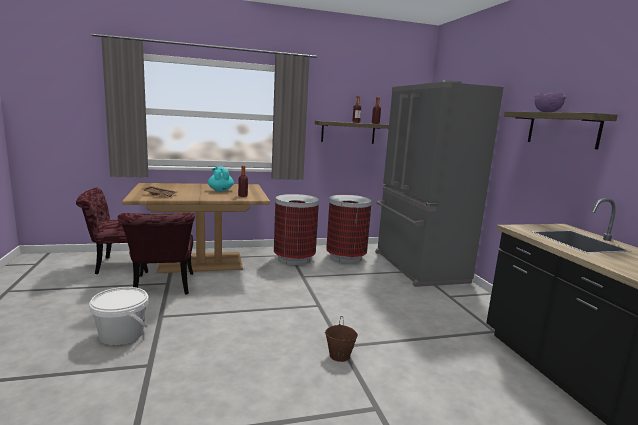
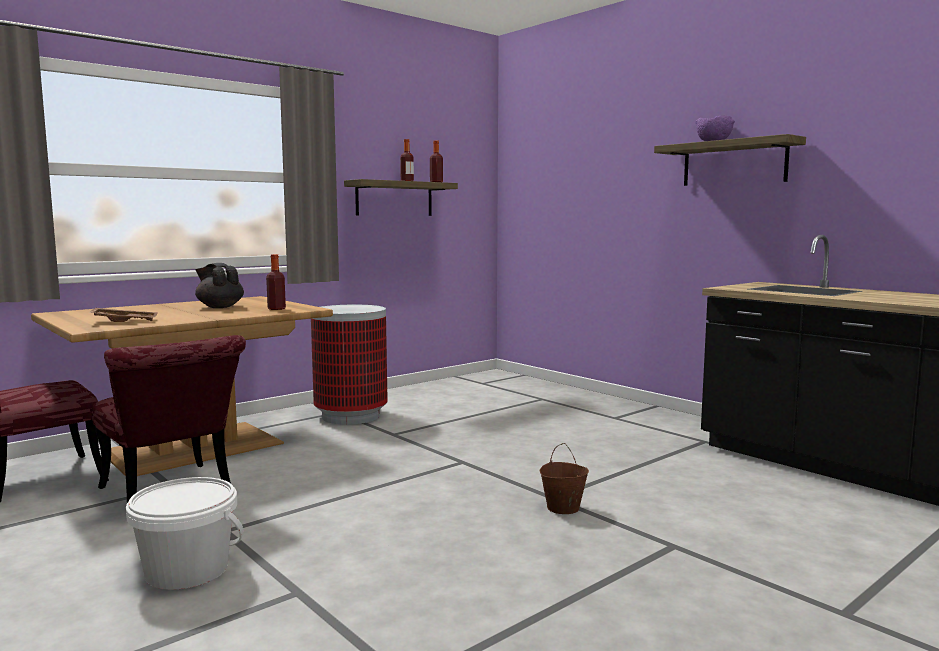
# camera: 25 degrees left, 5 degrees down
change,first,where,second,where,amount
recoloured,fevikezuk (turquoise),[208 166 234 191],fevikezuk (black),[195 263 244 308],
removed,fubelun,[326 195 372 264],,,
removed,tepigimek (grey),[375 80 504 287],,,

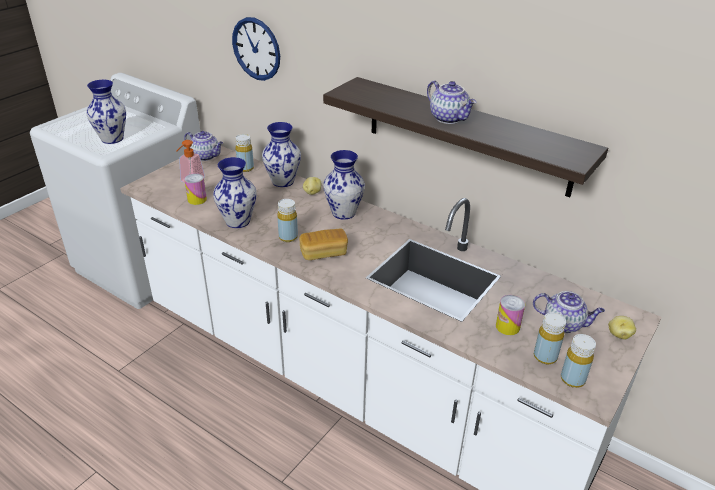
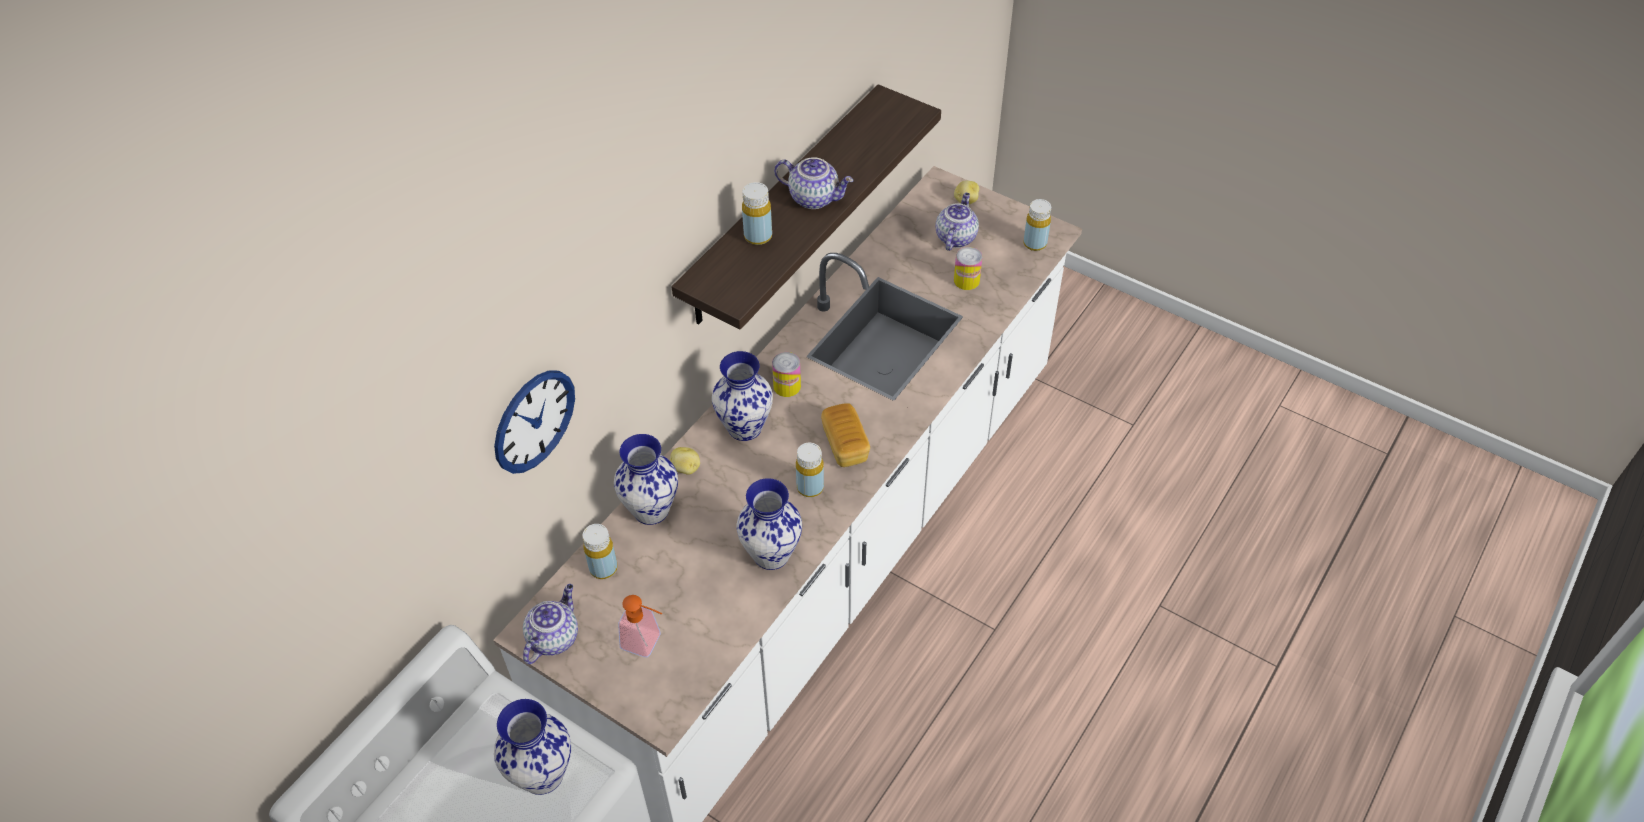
# camera: 90 degrees left, 15 degrees up
change,first,where,second,where,amount
moved,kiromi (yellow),[534 312 566 364],,[742 182 772 245],
moved,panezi,[184 173 207 205],,[772 352 801 397],
turned,fevikezuk,[427 80 476 124],,[774 157 854 209],60 degrees clockwise

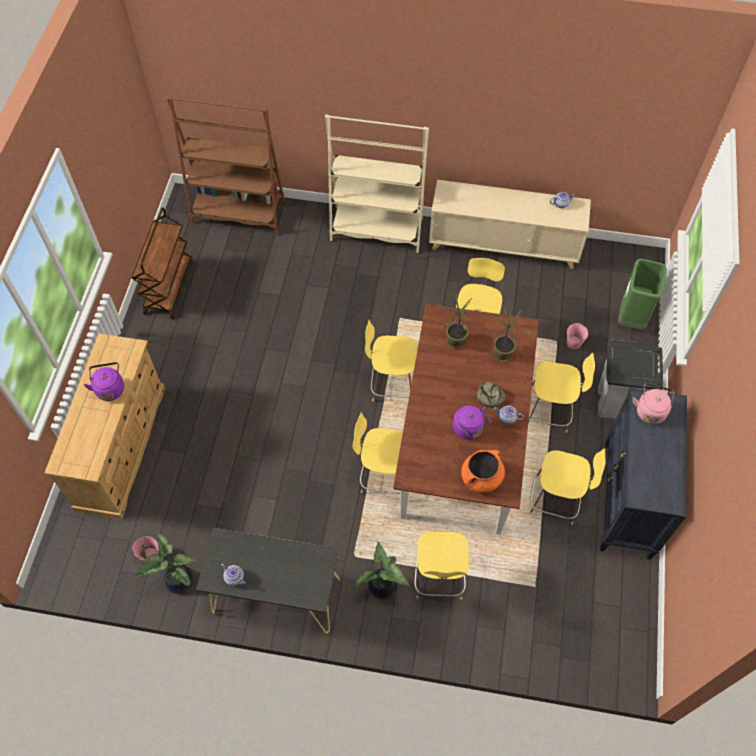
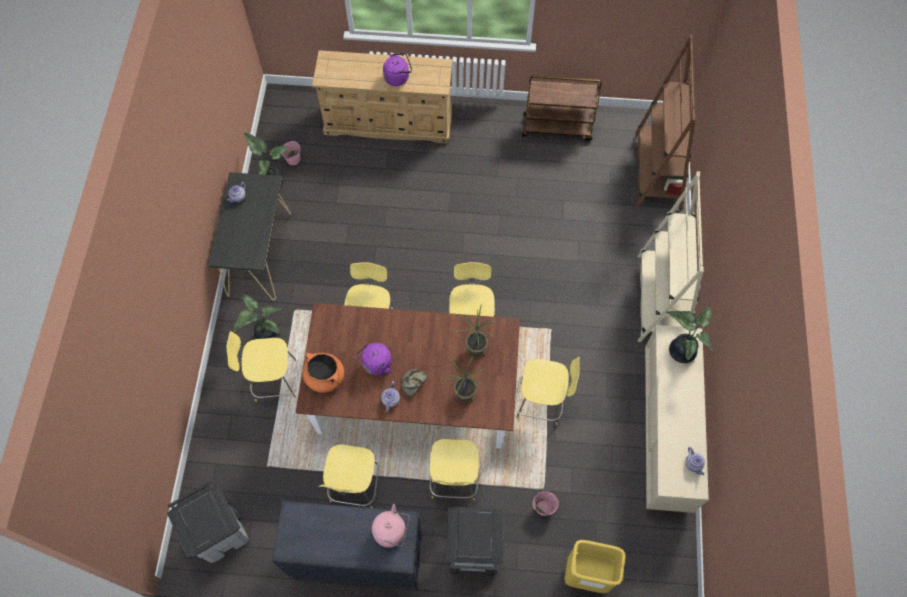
# camera: 85 degrees right, 5 degrees up
change,first,where,second,where,amount
added,,,fubelun (grey),[167 480 250 563],
recoloured,fubelun (green),[618 259 667 330],fubelun (yellow),[565 540 625 593],
added,,,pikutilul,[666 306 713 363],

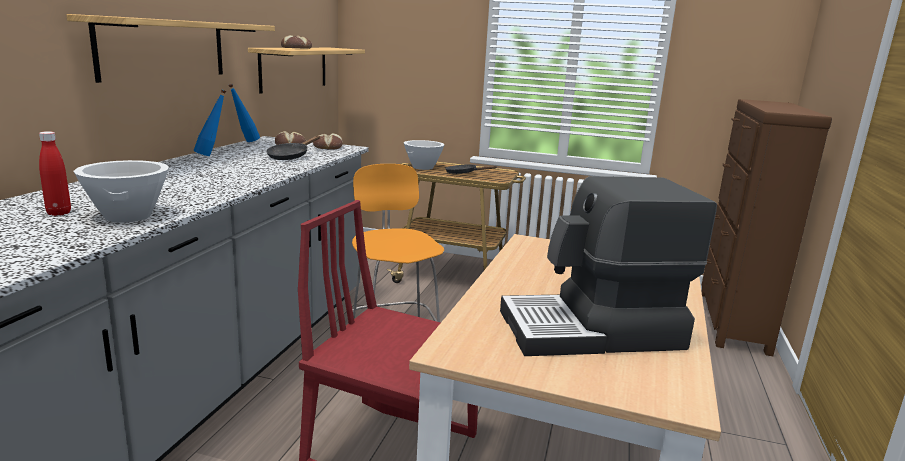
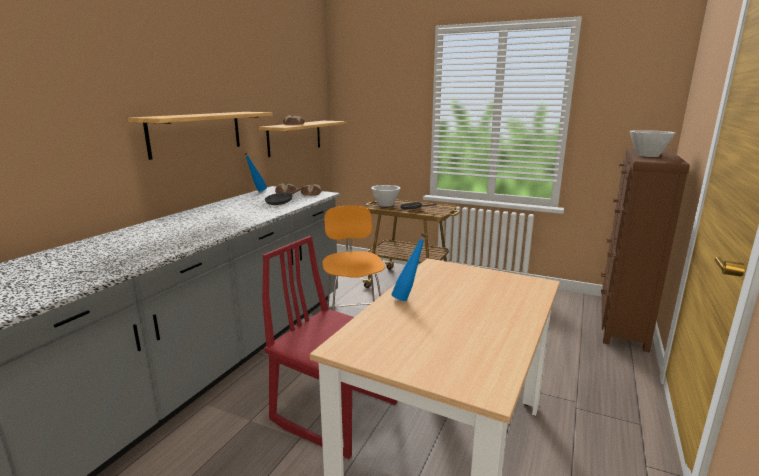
# camera: 10 degrees right, 0 degrees up
change,first,where,second,where,amount
moved,kiromi (blue),[193 89 226 156],,[391 233 426 301],
moved,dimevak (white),[73 160 169 223],,[630 130 675 157],
removed,kiromi (red),[39 131 71 216],,,
removed,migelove,[500 176 717 356],,,

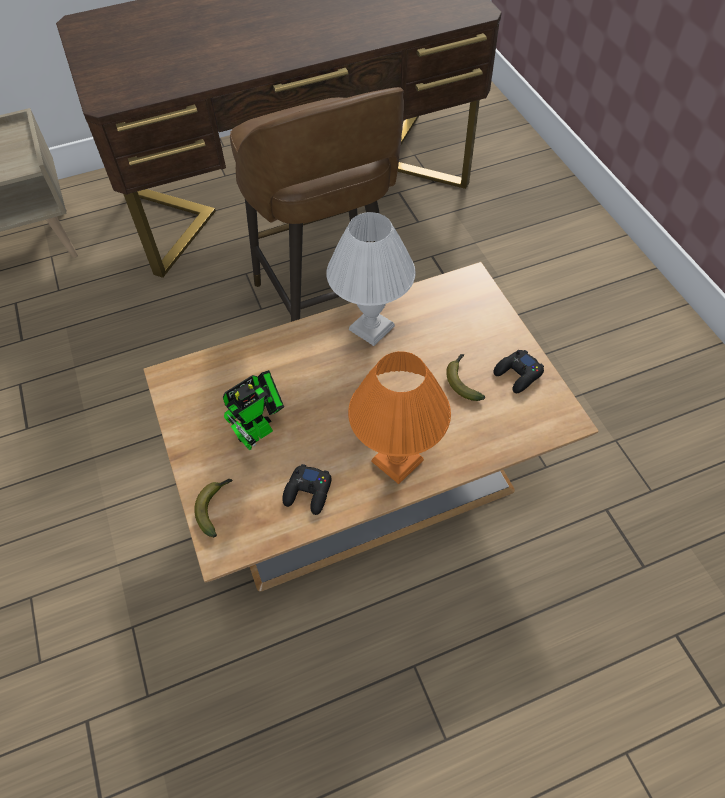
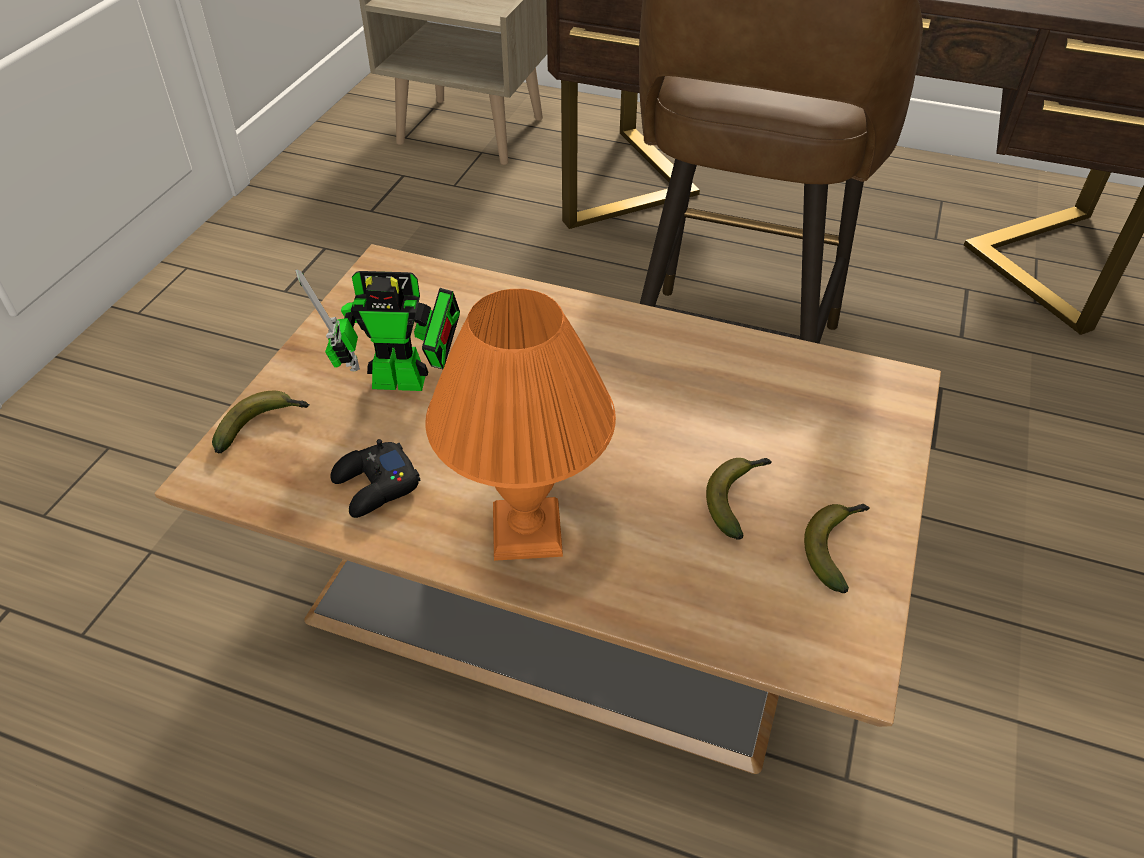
# camera: 40 degrees right, 10 degrees down
change,first,where,second,where,amount
replaced,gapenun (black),[493 350 544 393],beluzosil,[804 504 870 593],
removed,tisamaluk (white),[326 212 416 346],,,

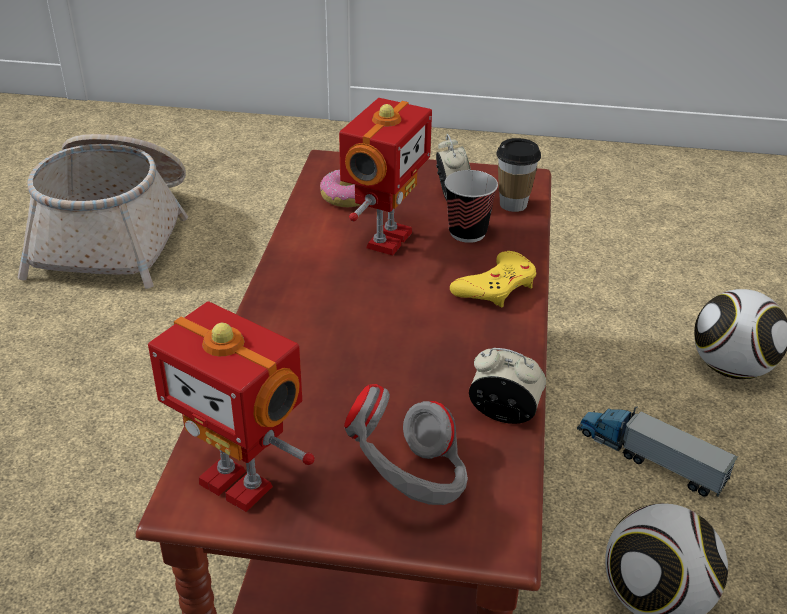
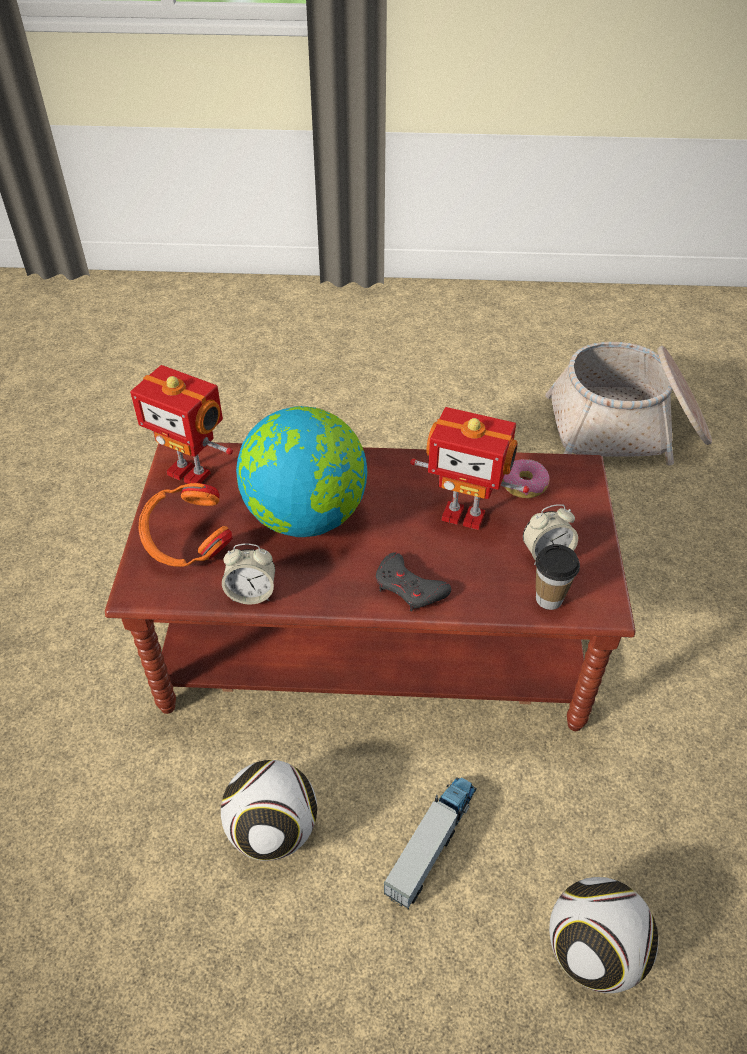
# camera: 85 degrees right, 10 degrees up
change,first,where,second,where,amount
turned,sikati,[148 301 315 512],,[130 365 233 484],90 degrees counterclockwise
recoloured,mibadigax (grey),[344 384 468 505],mibadigax (orange),[139 483 232 567],
turned,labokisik,[469 348 546 424],,[222 543 275 605],75 degrees clockwise
added,,,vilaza,[236 406 367 537],
recoloured,gapenun (yellow),[450 251 537 307],gapenun (grey),[376 552 451 611],
removed,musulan,[445 170 498 243],,,

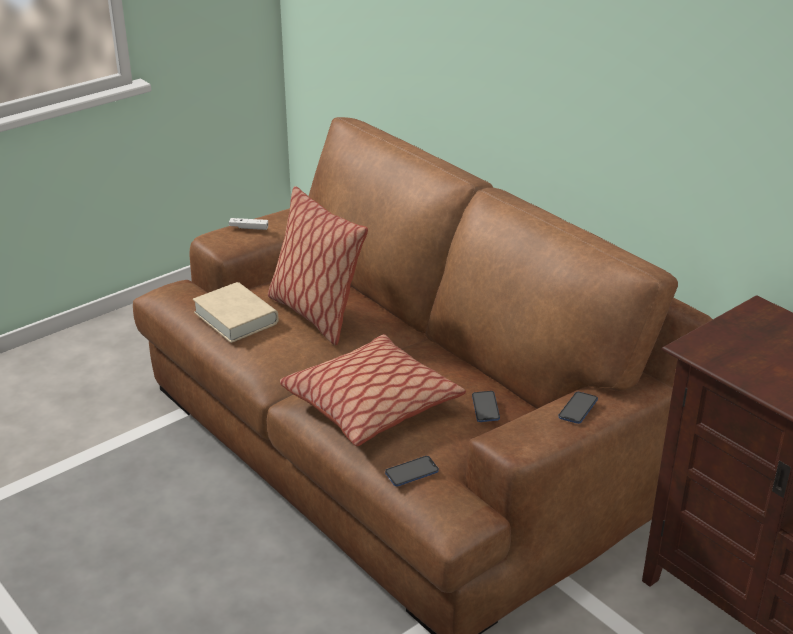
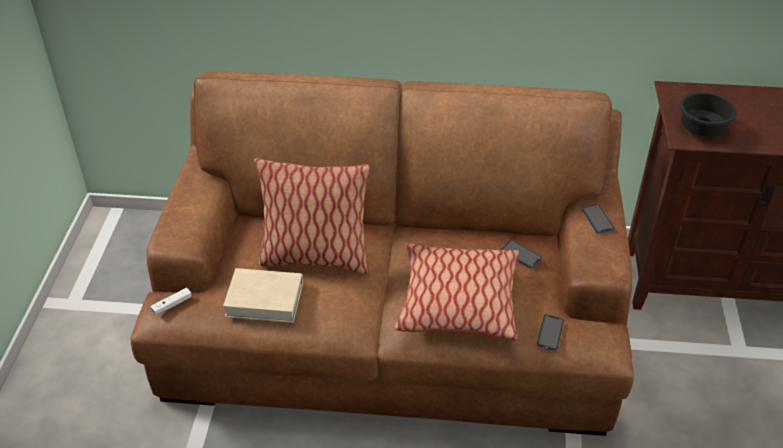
# camera: 45 degrees left, 10 degrees up
change,first,where,second,where,amount
moved,gapenun (white),[229 218 268 230],,[151 288 192 314],
added,,,dimevak (black),[680 92 736 137],

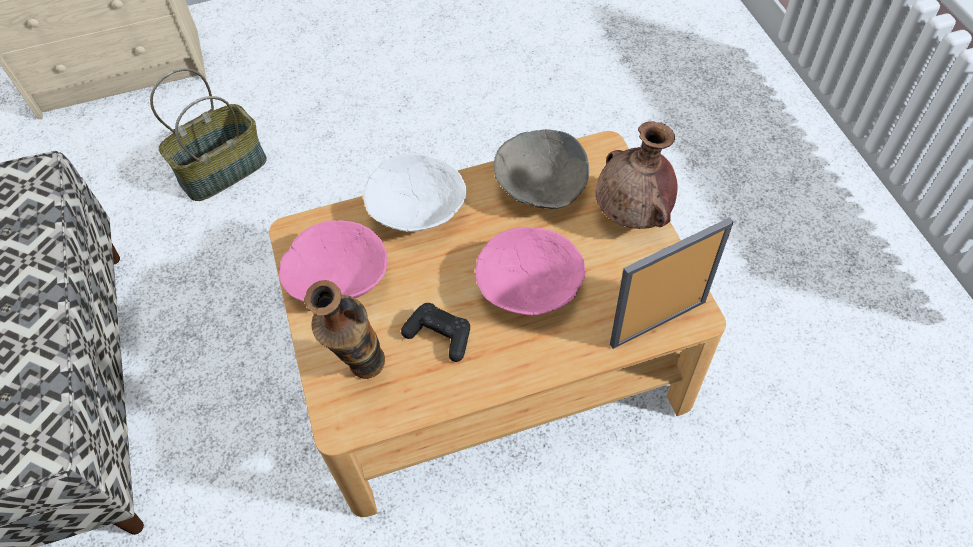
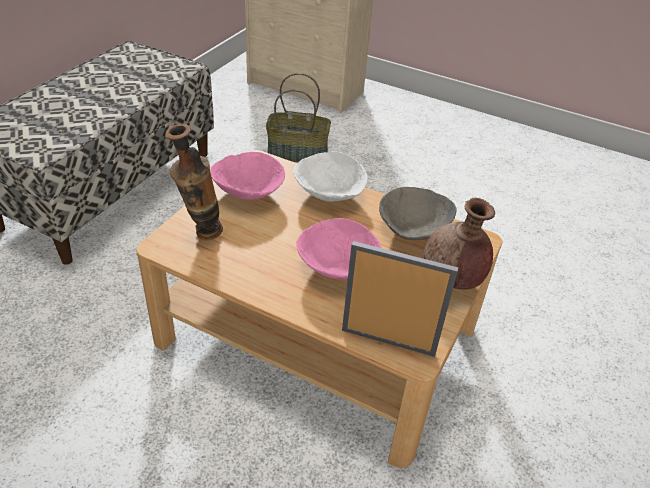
# camera: 40 degrees right, 15 degrees down
change,first,where,second,where,amount
removed,gapenun (black),[401 303 470 362],,,

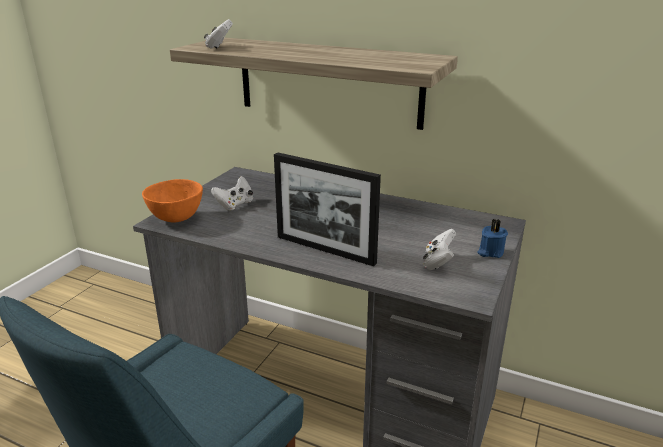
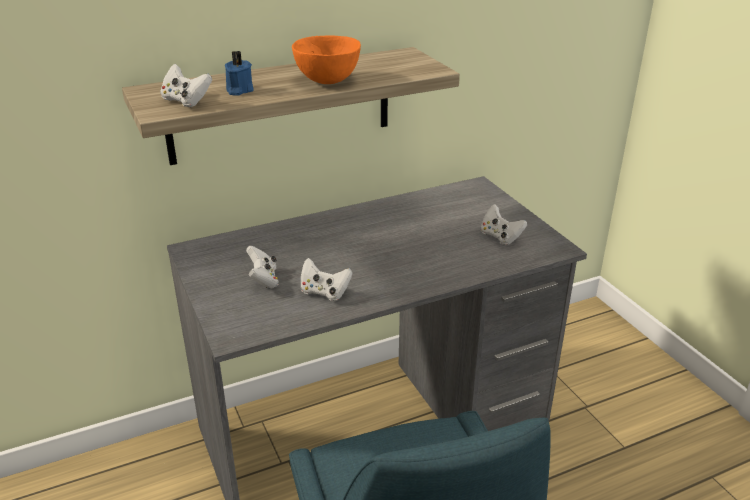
# camera: 50 degrees left, 5 degrees up
change,first,where,second,where,amount
moved,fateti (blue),[477 219 508 258],,[225 51 254 96],
moved,dimevak (orange),[142 179 203 222],,[292 36 361 84],
added,,,gapenun (white),[301 258 353 301],
removed,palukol,[274 153 381 266],,,

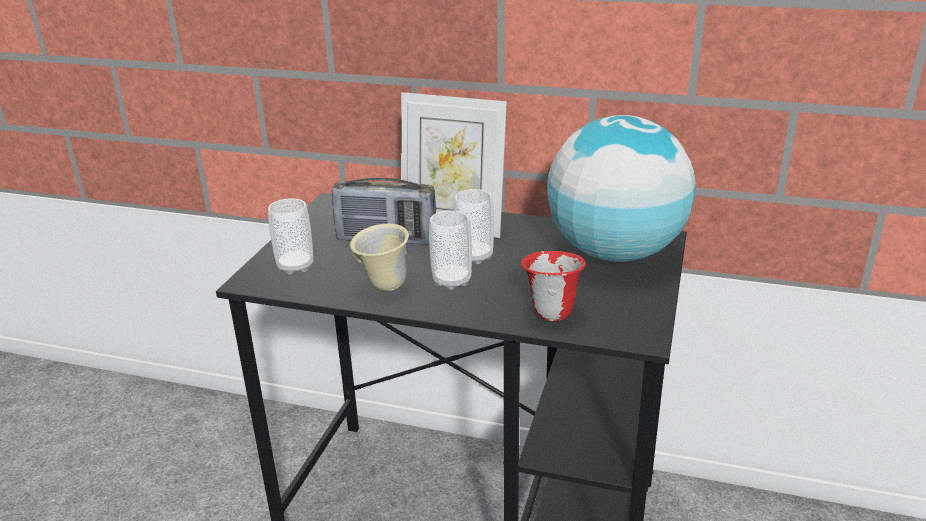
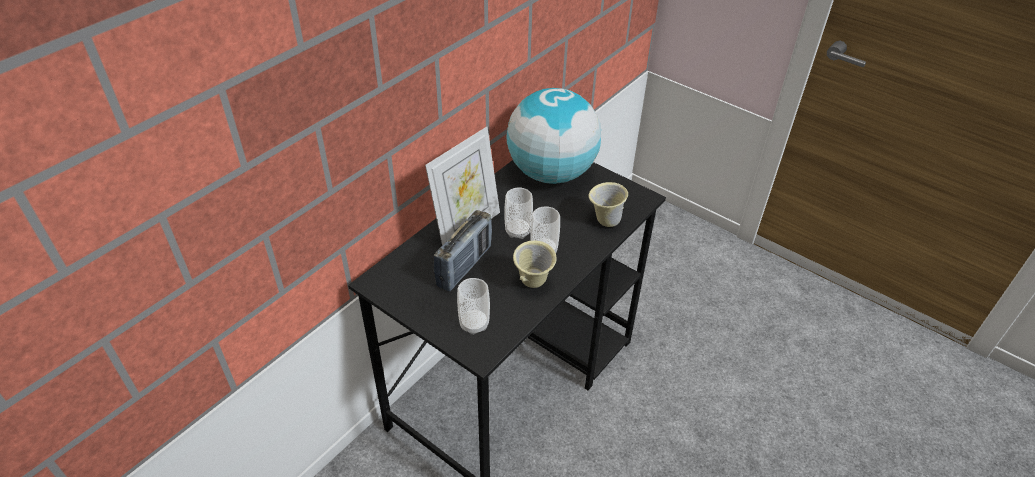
# camera: 70 degrees left, 15 degrees up
change,first,where,second,where,amount
recoloured,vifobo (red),[521 251 586 321],vifobo (beige),[588 182 628 227],

